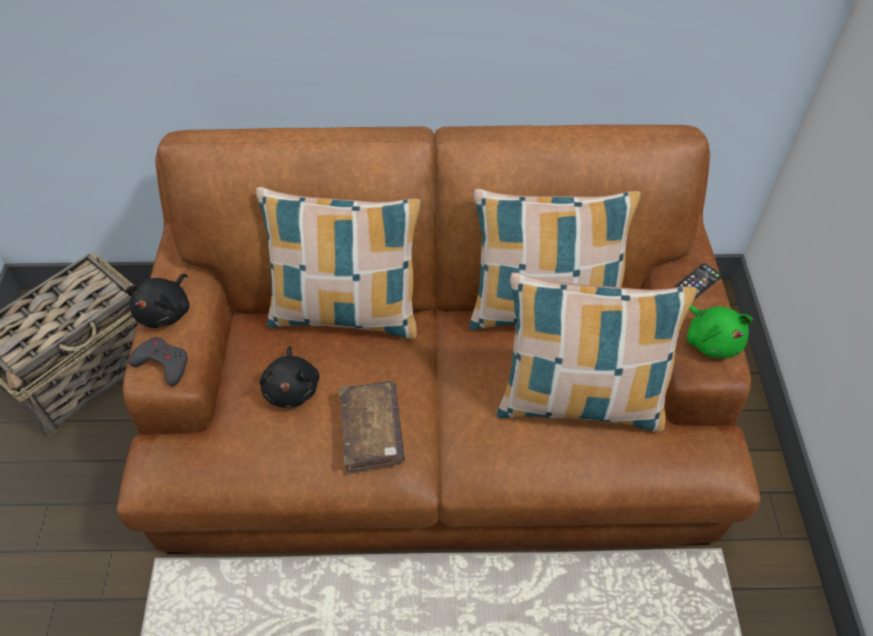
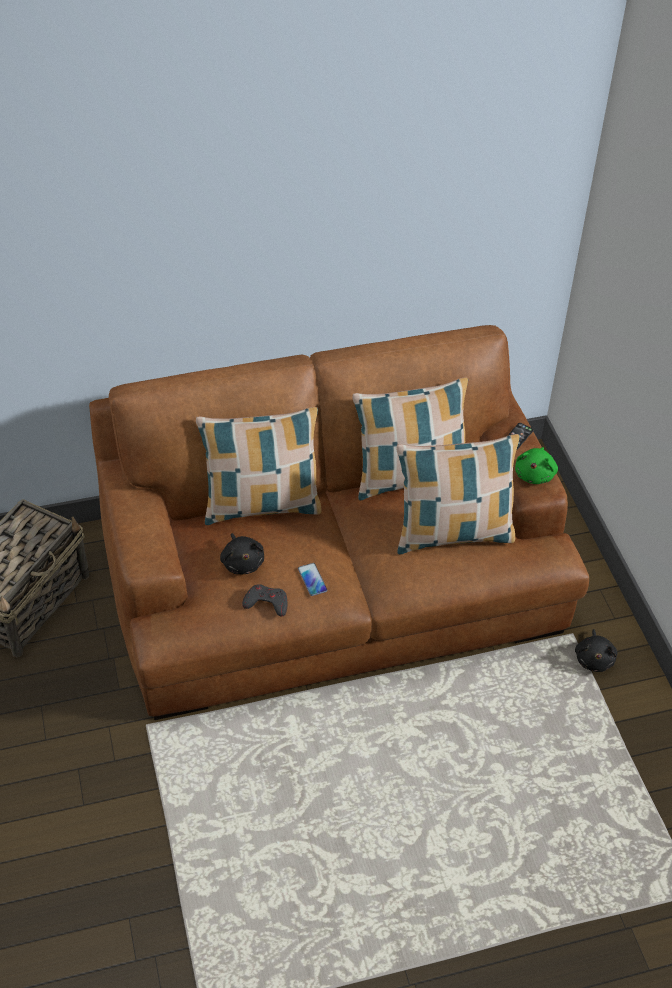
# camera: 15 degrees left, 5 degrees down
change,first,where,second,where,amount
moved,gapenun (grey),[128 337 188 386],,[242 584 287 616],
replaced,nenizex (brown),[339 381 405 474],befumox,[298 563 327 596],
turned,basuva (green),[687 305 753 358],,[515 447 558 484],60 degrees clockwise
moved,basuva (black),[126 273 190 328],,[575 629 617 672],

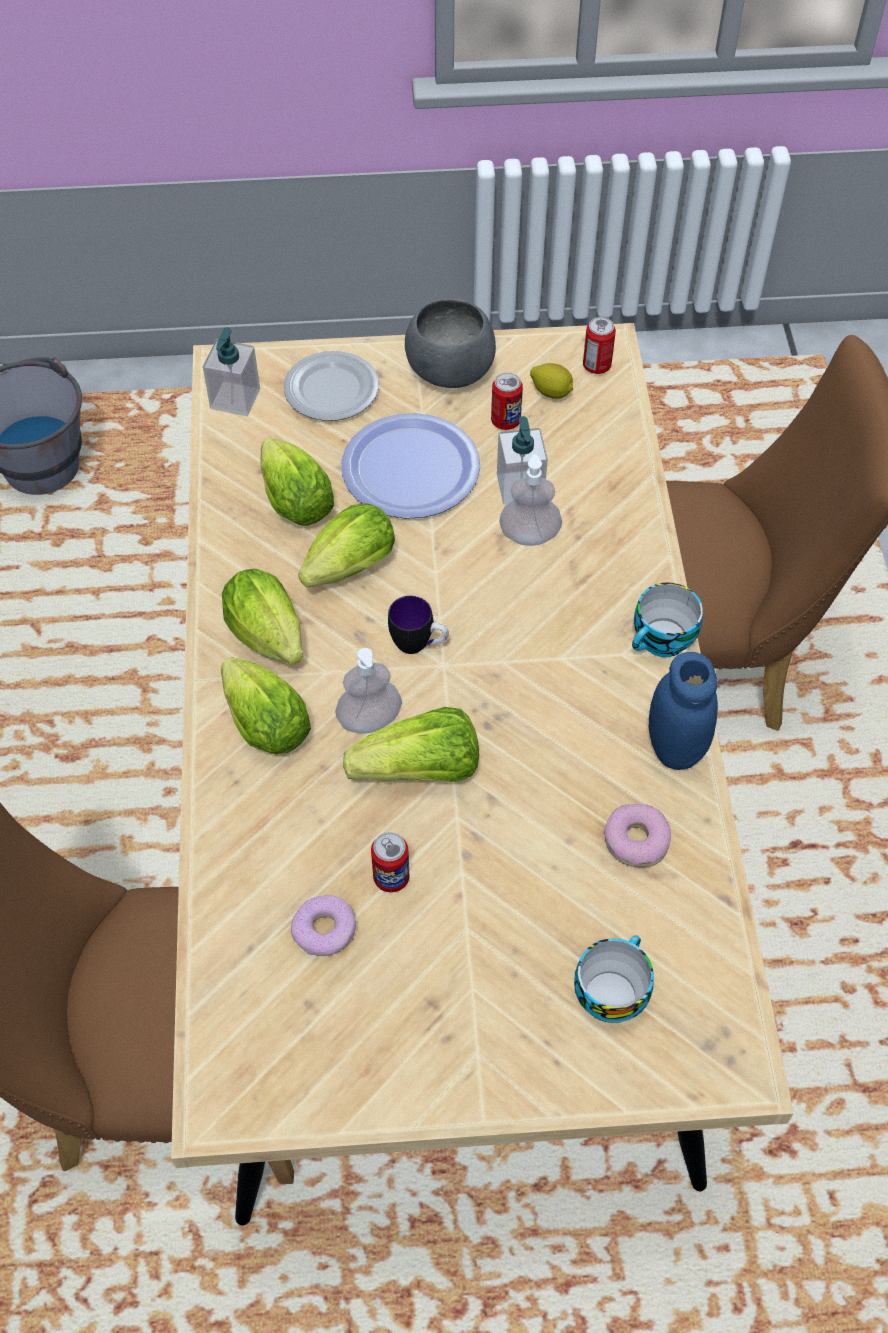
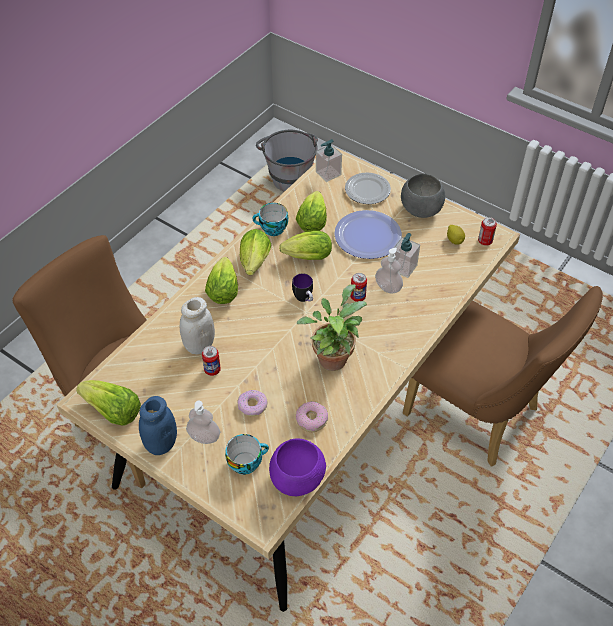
# camera: 40 degrees right, 5 degrees down
change,first,where,second,where,amount
moved,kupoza,[343 707 479 782],,[76 380 141 426],
moved,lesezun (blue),[649 652 718 770],,[139 396 177 455],
added,,,lesezun (white),[180 297 215 354],
moved,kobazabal,[335 648 402 734],,[186 401 220 444],
moved,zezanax,[291 895 356 956],,[238 390 268 416],
moved,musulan,[632 582 703 657],,[252 203 288 236],
added,,,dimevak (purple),[269 439 326 496],
added,,,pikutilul,[297 284 367 371],
moved,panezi,[491 373 523 430],,[350 273 367 302],

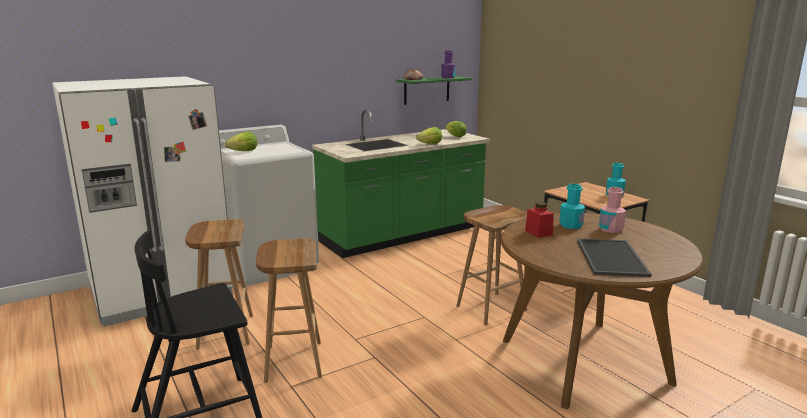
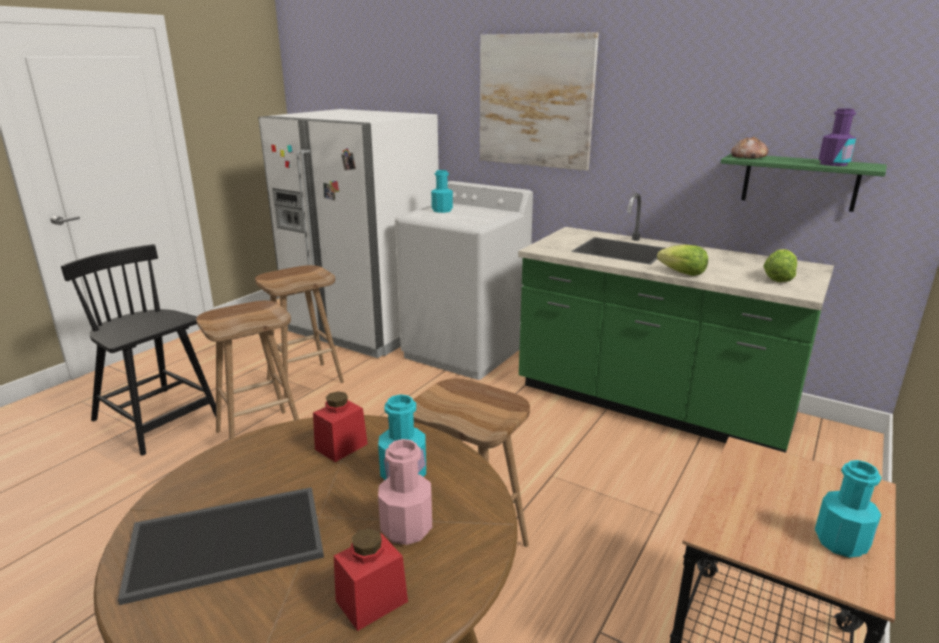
# camera: 65 degrees right, 5 degrees up
change,first,where,second,where,amount
added,,,lesezun (red),[334 528 408 631],
replaced,kupoza,[225 132 257 151],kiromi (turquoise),[431 170 453 213],
added,,,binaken,[480 32 599 171],

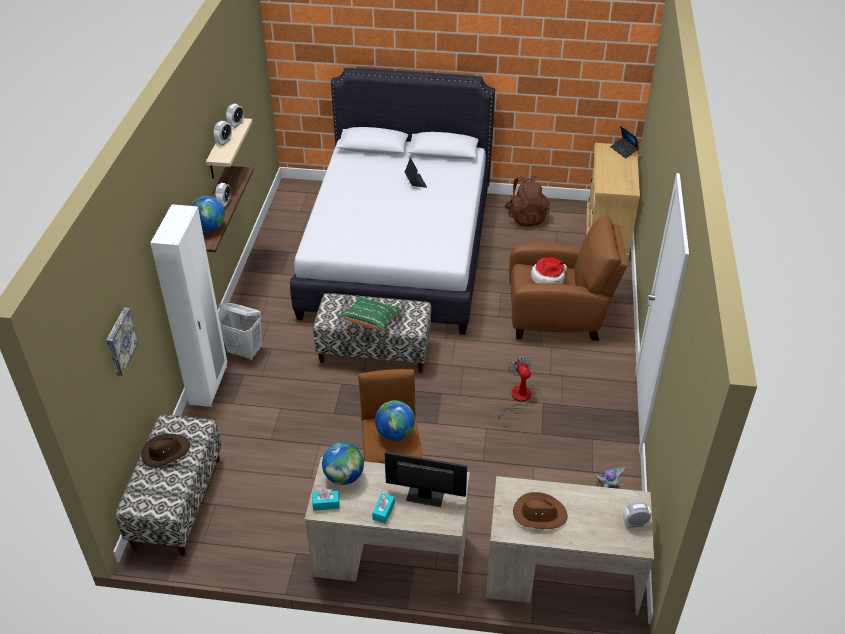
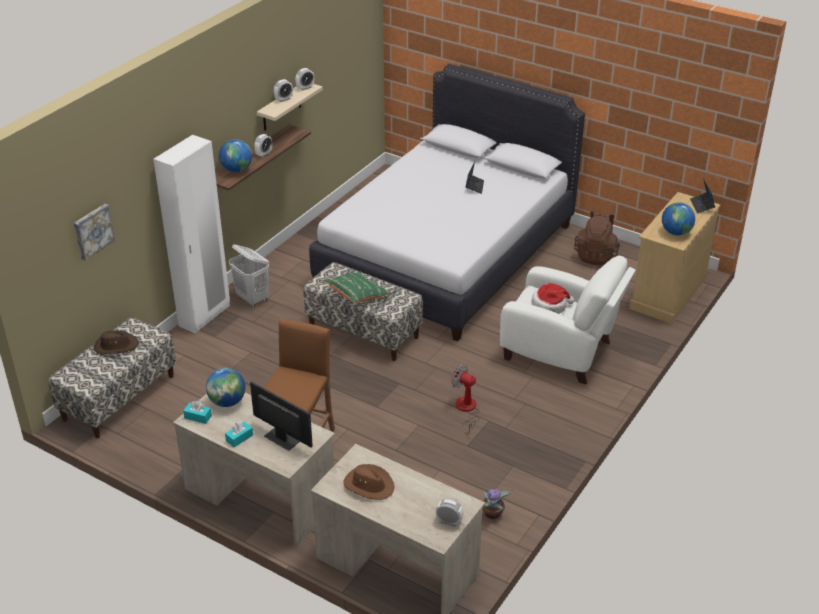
# camera: 25 degrees right, 5 degrees down
change,first,where,second,where,amount
turned,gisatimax,[498 356 532 420],,[451 364 480 434],60 degrees counterclockwise
recoloured,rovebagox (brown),[509 216 628 341],rovebagox (white),[500 256 636 384],
moved,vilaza,[375 401 415 441],,[662 202 695 236],

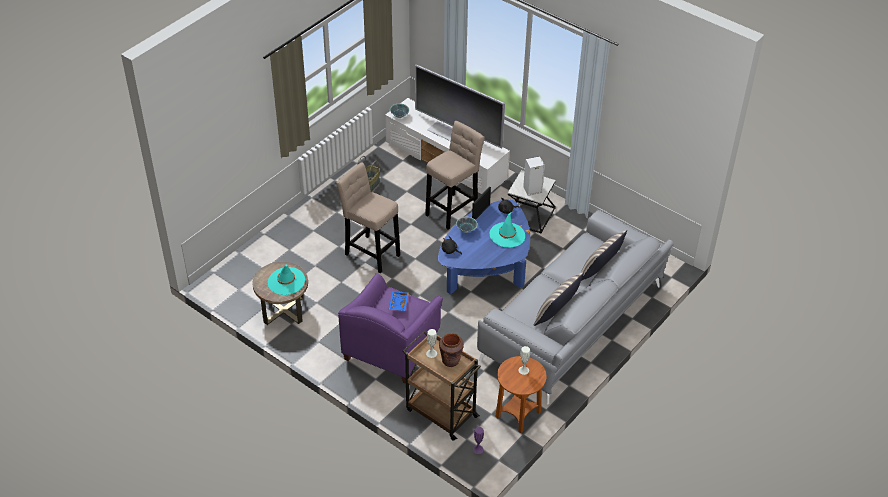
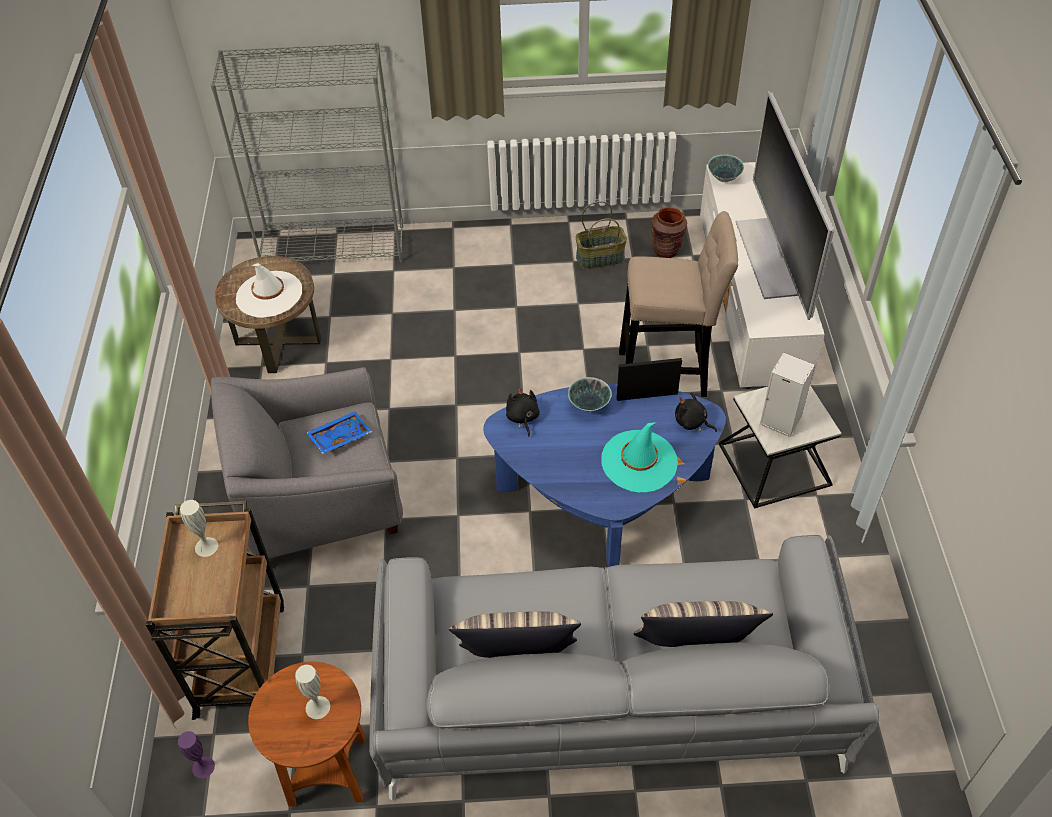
# camera: 50 degrees right, 5 degrees up
change,first,where,second,where,amount
added,,,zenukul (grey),[211 42 403 262],
recoloured,rovebagox (purple),[338 273 443 384],rovebagox (grey),[211 367 403 561],
recoloured,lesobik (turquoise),[268 265 305 295],lesobik (white),[236 263 302 318],
moved,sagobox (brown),[439 333 464 367],,[652 207 687 258],
removed,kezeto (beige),[336 162 400 273],,,

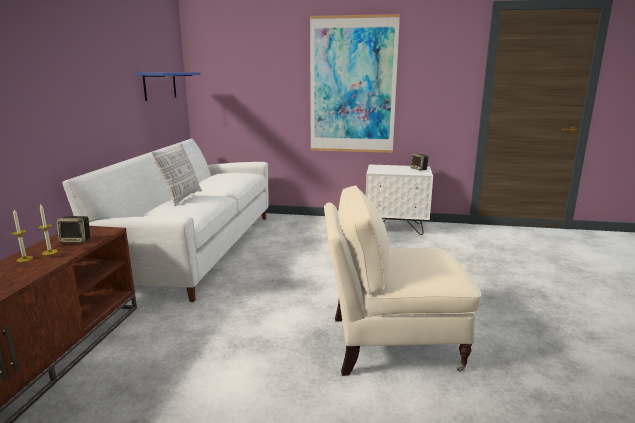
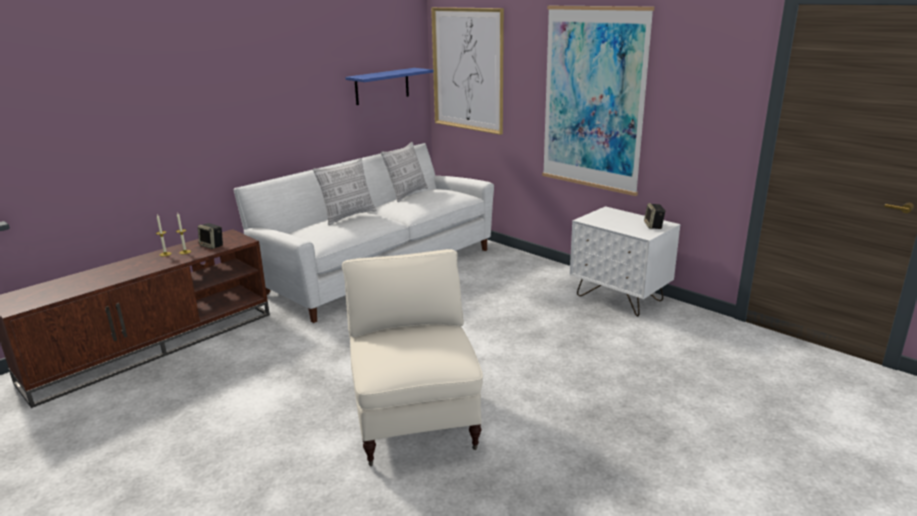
# camera: 35 degrees right, 5 degrees up
change,first,where,second,where,amount
turned,rovebagox (beige),[324 185 481 376],,[342 249 483 466],45 degrees clockwise
added,,,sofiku,[381 142 428 202],
added,,,binaken,[431 7 504 135],

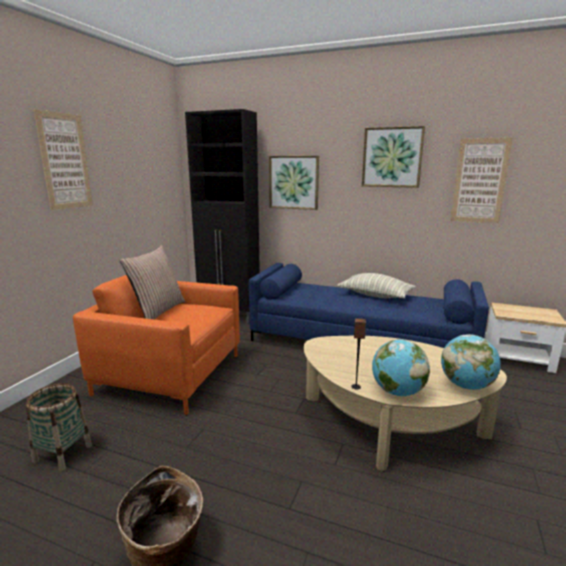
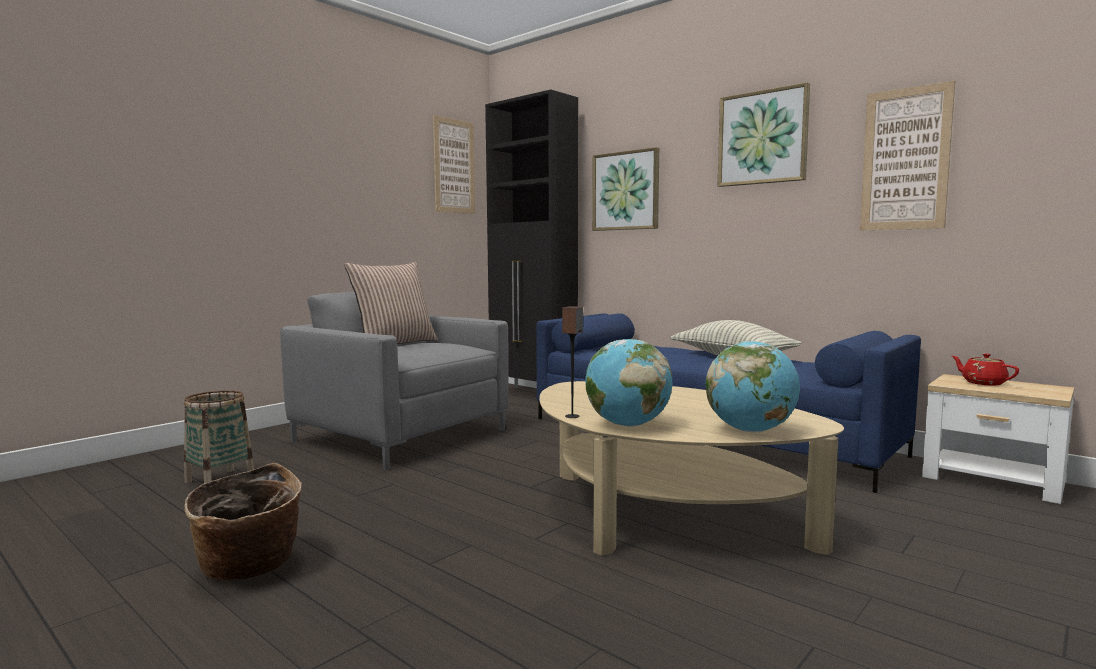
# camera: 20 degrees right, 10 degrees down
change,first,where,second,where,amount
recoloured,rovebagox (orange),[73 275 240 415],rovebagox (grey),[280 292 509 470],
moved,binaken,[33 109 93 210],,[433 115 475 214],
added,,,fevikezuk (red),[952 353 1019 385],

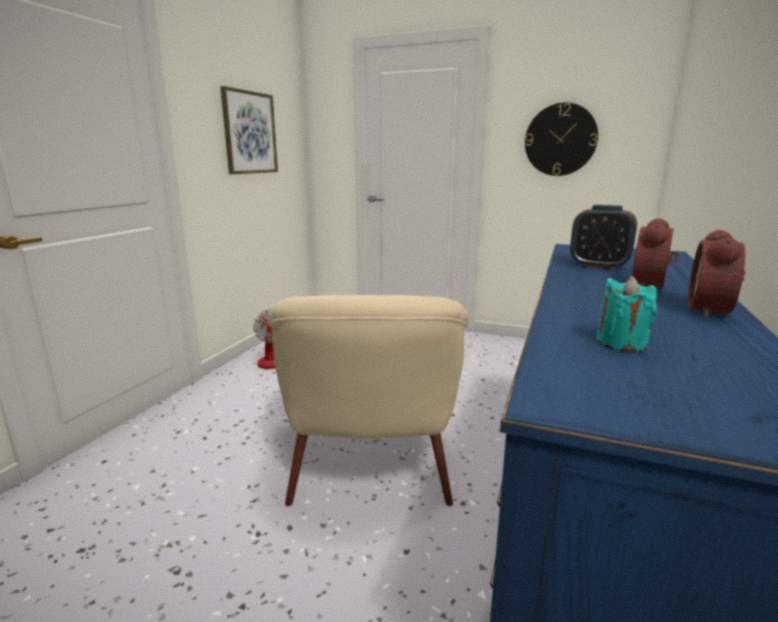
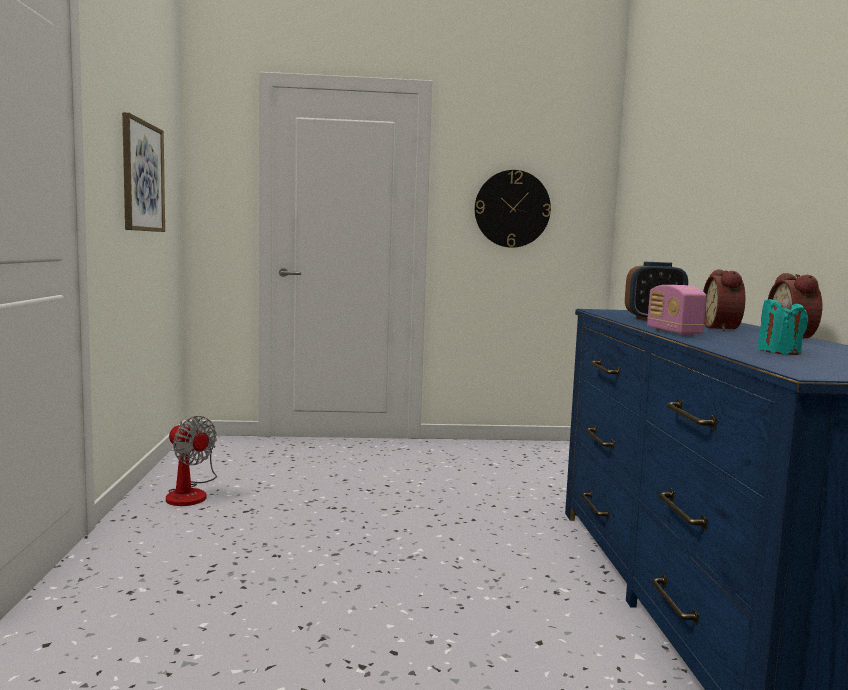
# camera: 25 degrees left, 10 degrees down
change,first,where,second,where,amount
added,,,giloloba,[647 285 707 336],
removed,rovebagox (beige),[267 295 469 506],,,

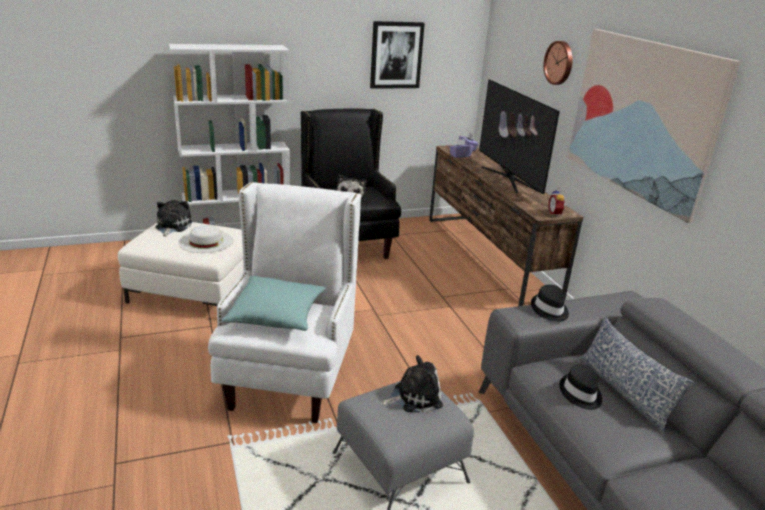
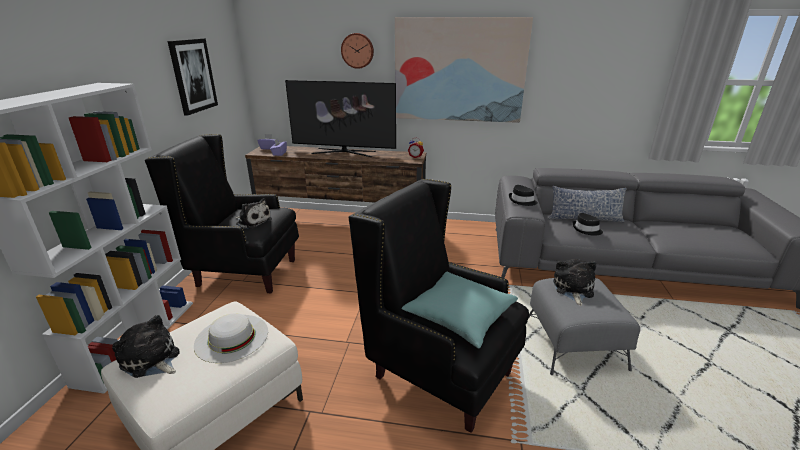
# camera: 60 degrees left, 0 degrees up
change,first,where,second,where,amount
recoloured,rovebagox (white),[208 182 361 423],rovebagox (black),[349 179 529 433],

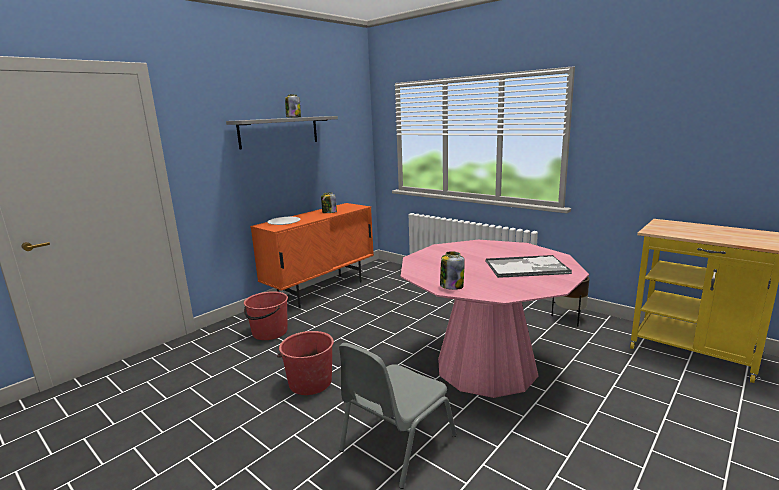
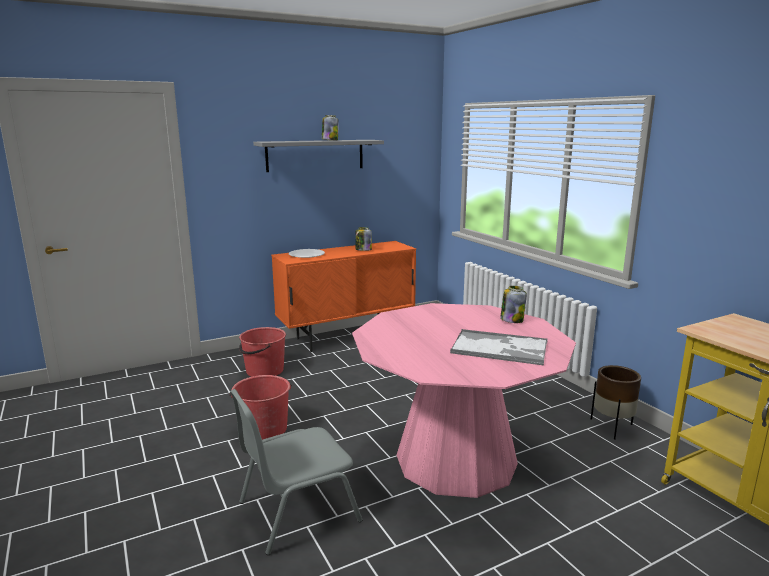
# camera: 20 degrees right, 0 degrees up
change,first,where,second,where,amount
moved,lesezun,[440 251 465 290],,[500 286 527 323],

